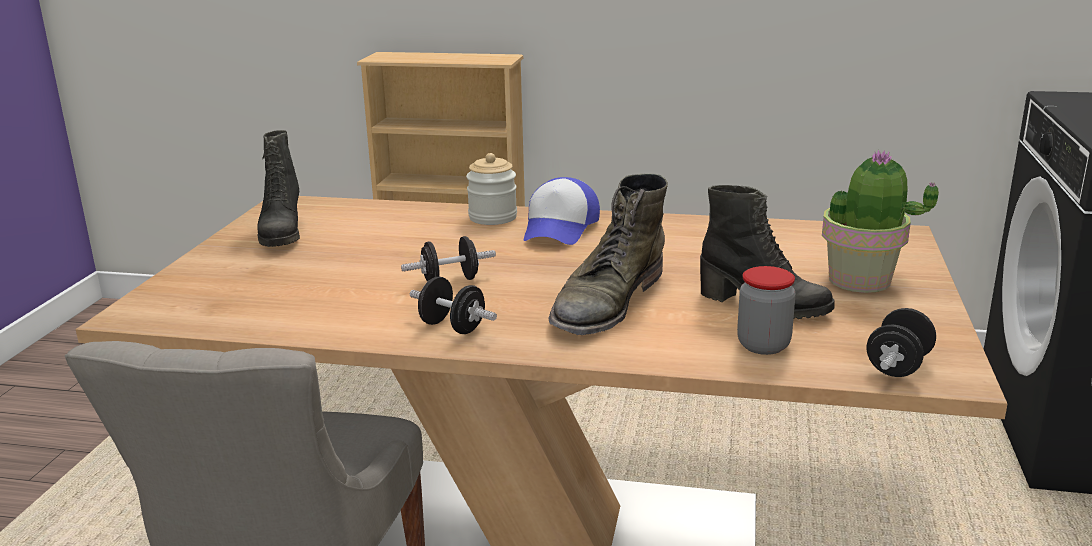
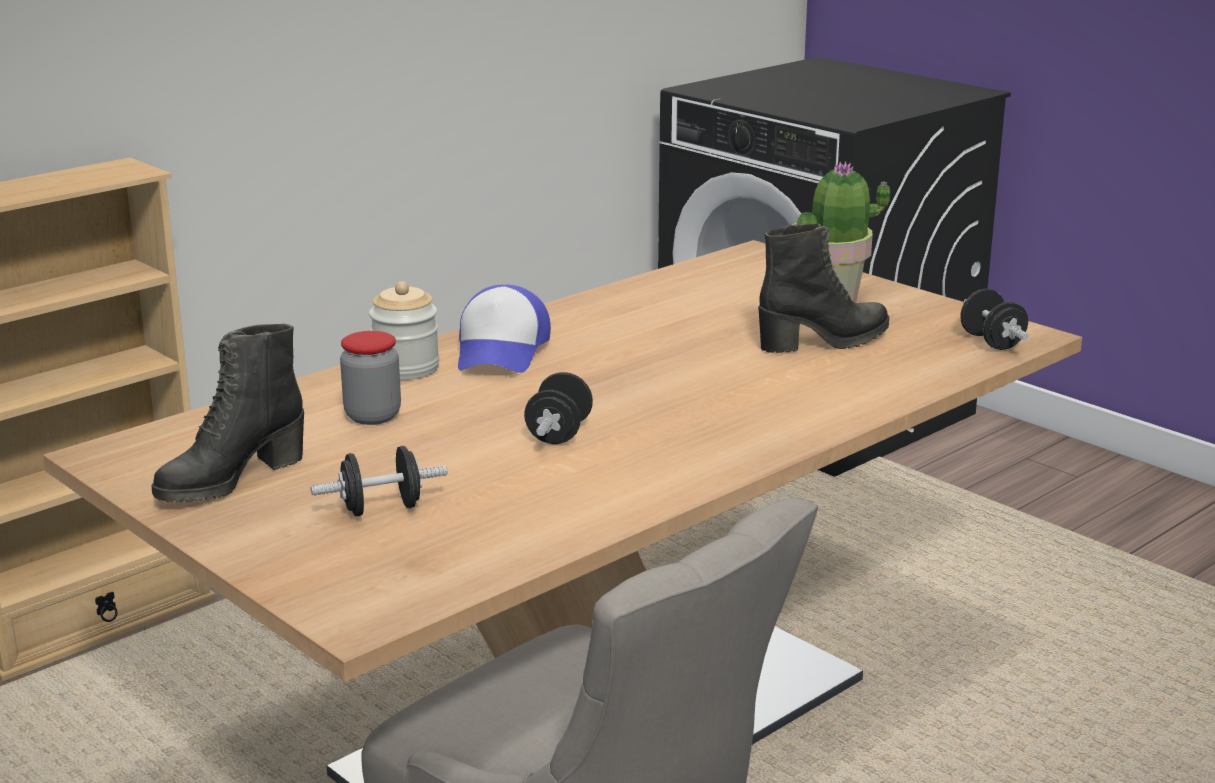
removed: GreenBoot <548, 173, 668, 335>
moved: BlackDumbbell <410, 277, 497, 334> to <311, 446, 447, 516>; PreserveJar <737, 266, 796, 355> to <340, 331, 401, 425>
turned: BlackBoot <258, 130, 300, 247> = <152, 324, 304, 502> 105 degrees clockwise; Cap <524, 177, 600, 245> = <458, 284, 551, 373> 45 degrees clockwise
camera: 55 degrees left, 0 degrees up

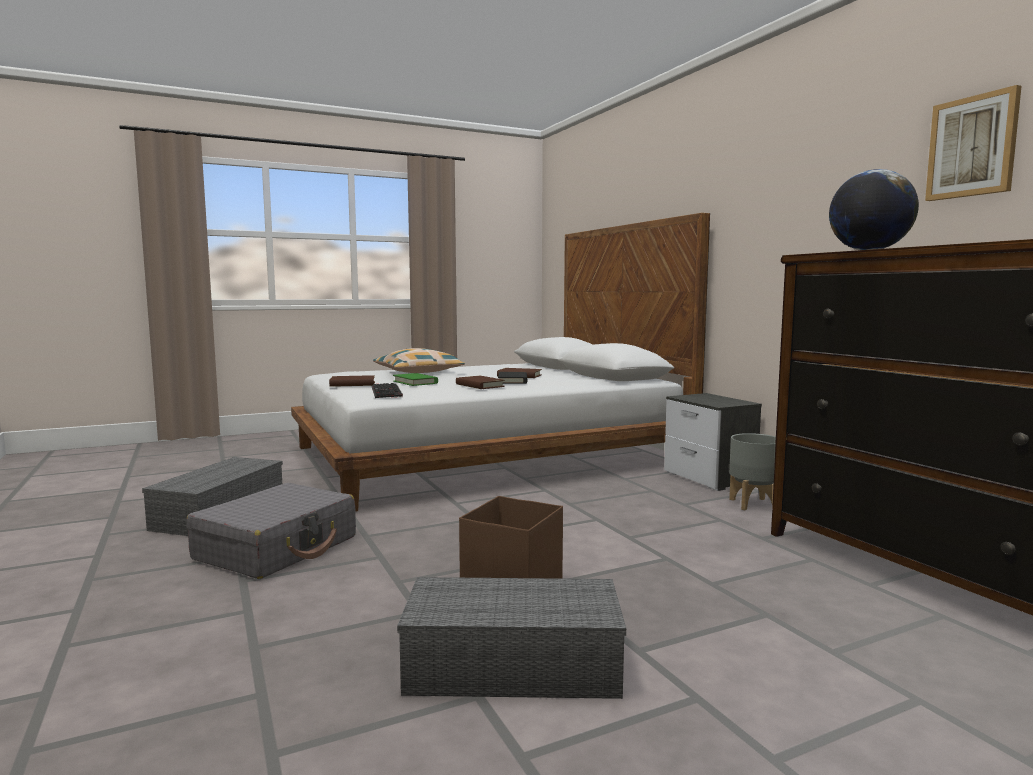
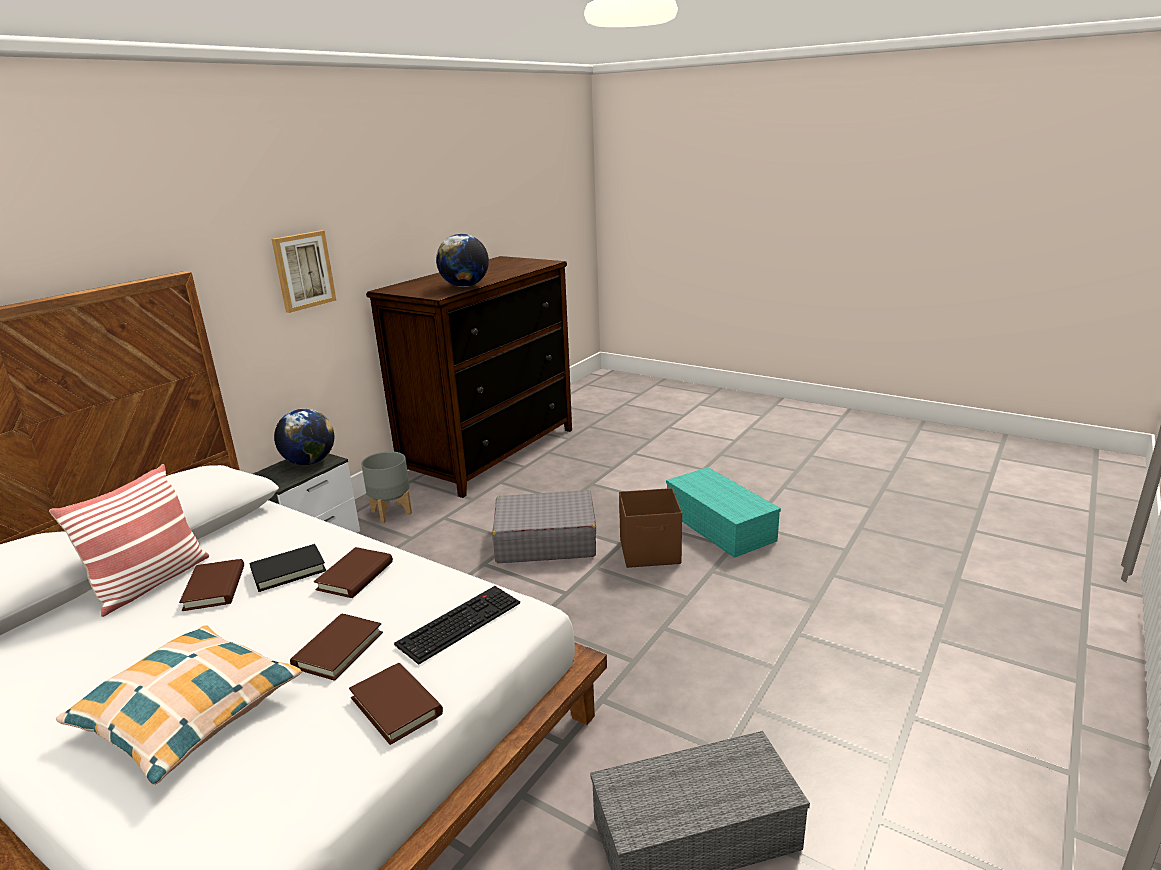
added: Cushion <49, 464, 209, 617>; Globe <274, 409, 334, 465>
moved: GreyishPieceOfLuggage <186, 483, 356, 579> to <492, 490, 596, 563>; Picture <925, 85, 1022, 201> to <272, 230, 336, 313>
recoloured: GreenBoundBook <393, 373, 438, 386> to BrownishBoundBook <290, 613, 383, 681>; GreyishStorageBin <397, 577, 626, 699> to TurquoiseColouredStorageBin <666, 467, 781, 558>
camera: 120 degrees left, 15 degrees up

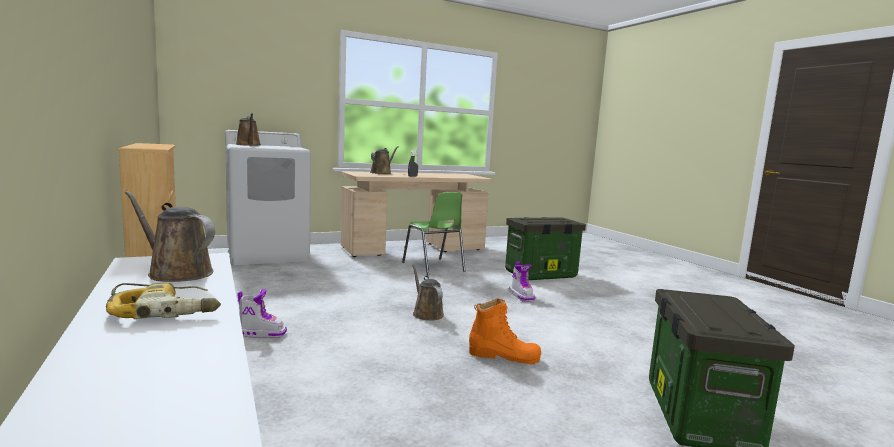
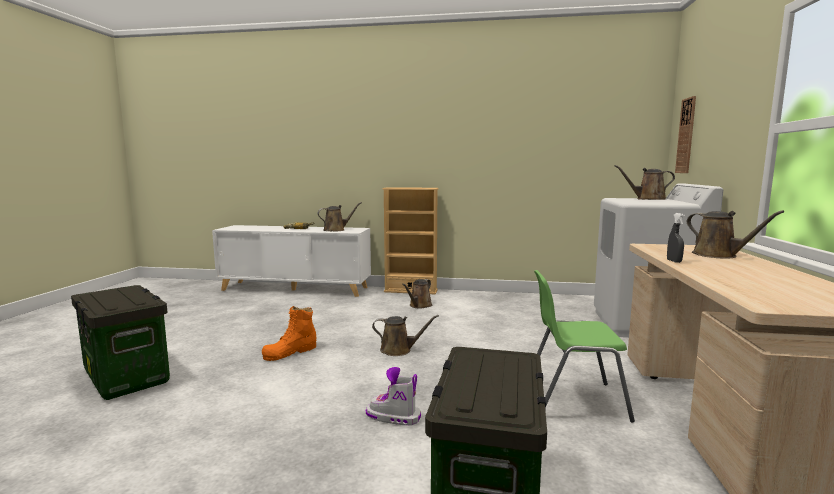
added: WallClock <675, 96, 696, 173>
replaced: Boot <238, 289, 287, 338> to BrownishWateringCan <402, 279, 432, 309>
camera: 125 degrees right, 0 degrees up

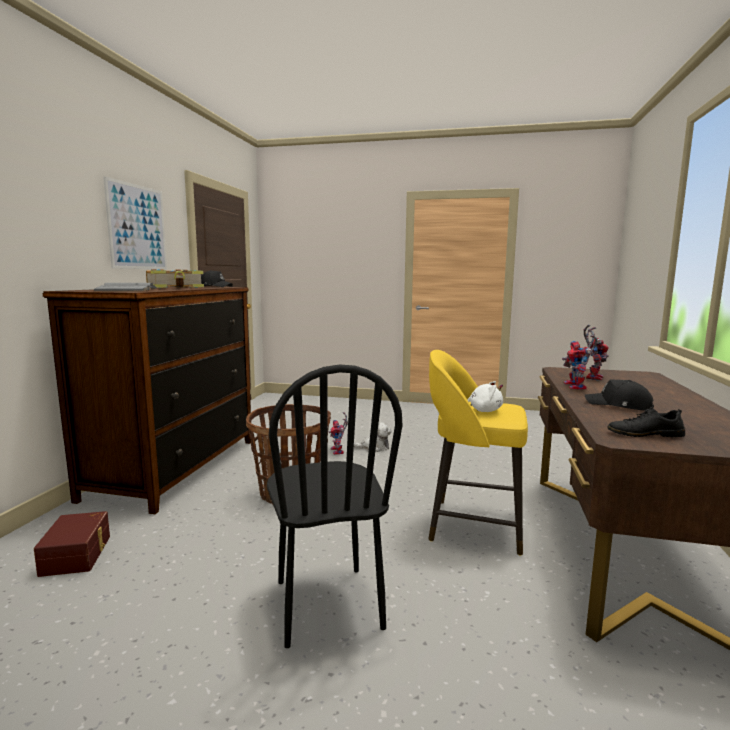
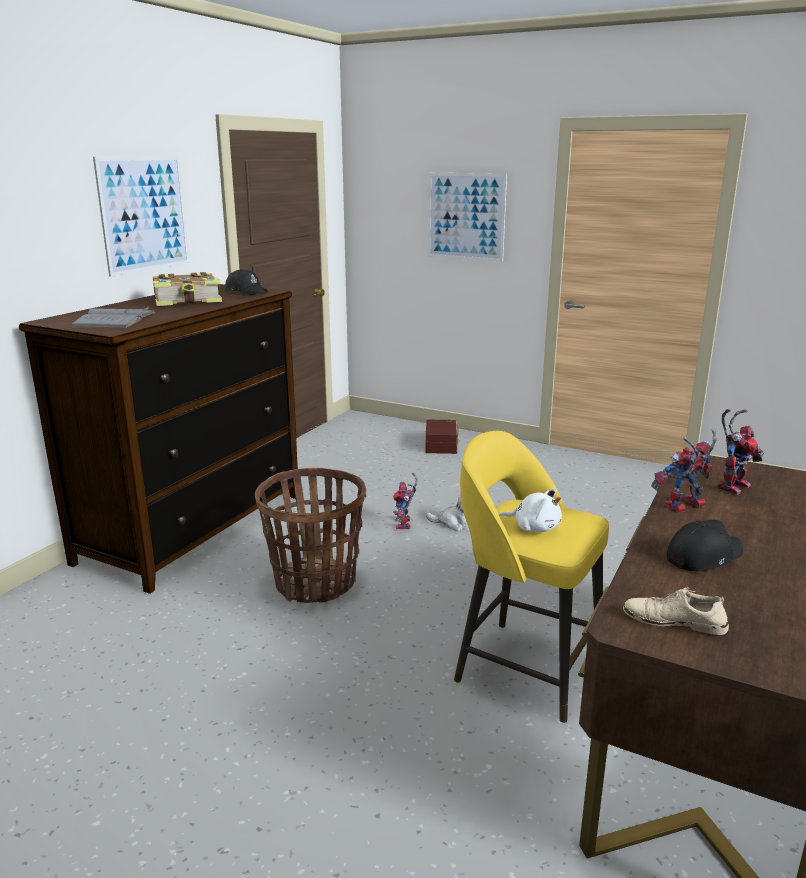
removed: BlackChair <267, 365, 403, 648>
added: Picture <428, 173, 507, 262>
moved: BrownishStorageBin <34, 511, 110, 577> to <425, 420, 460, 454>
recoloured: BlackItemOfFootwear <607, 407, 685, 437> to SandColouredItemOfFootwear <623, 587, 729, 635>
turned: ToyRobot <562, 329, 598, 390> = <651, 429, 716, 512> 45 degrees clockwise; BlackCap <585, 379, 654, 411> = <666, 520, 743, 571> 105 degrees clockwise
camera: 15 degrees right, 10 degrees up

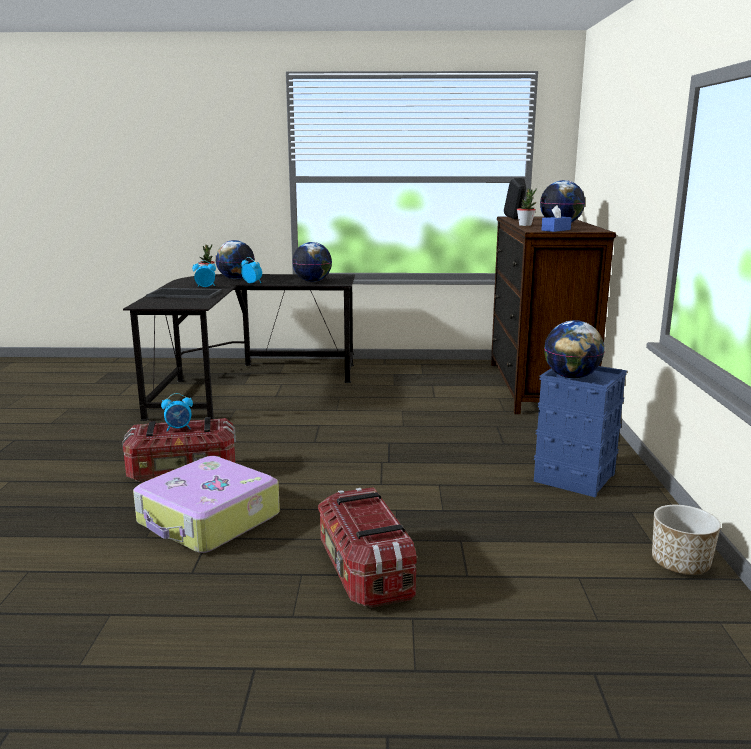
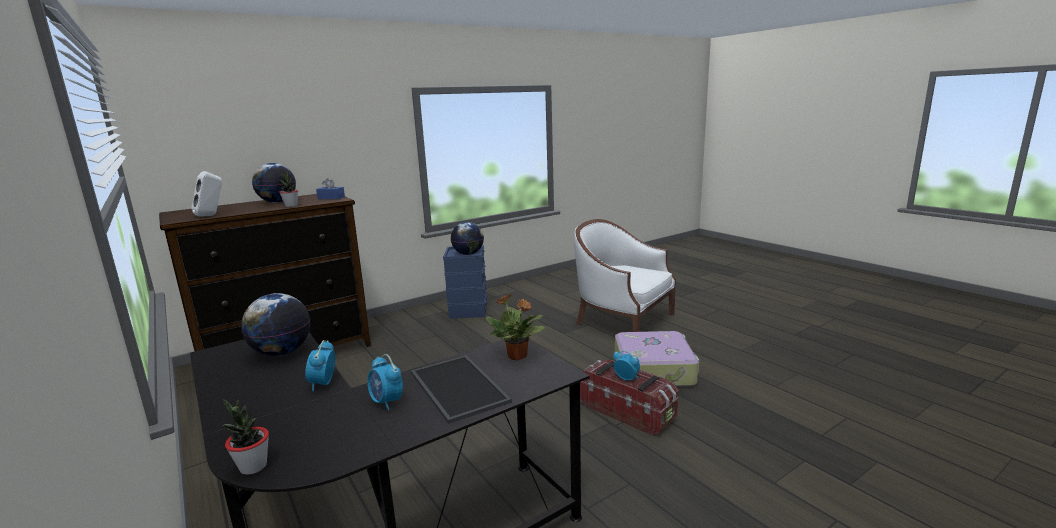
removed: Globe <215, 240, 255, 279>; PlantPot <652, 505, 721, 575>
added: Houseplant <486, 294, 545, 360>
replaced: StorageBin <318, 487, 417, 608> to WhitishArmchair <574, 219, 676, 332>
recoloured: BlackSpeaker <504, 178, 526, 219> to WhitishSpeaker <191, 171, 222, 216>
camera: 125 degrees left, 0 degrees up

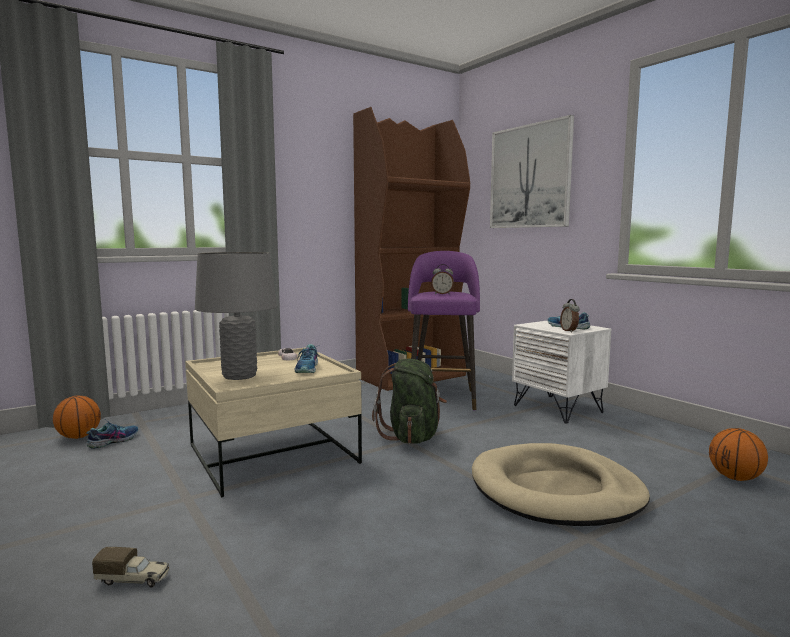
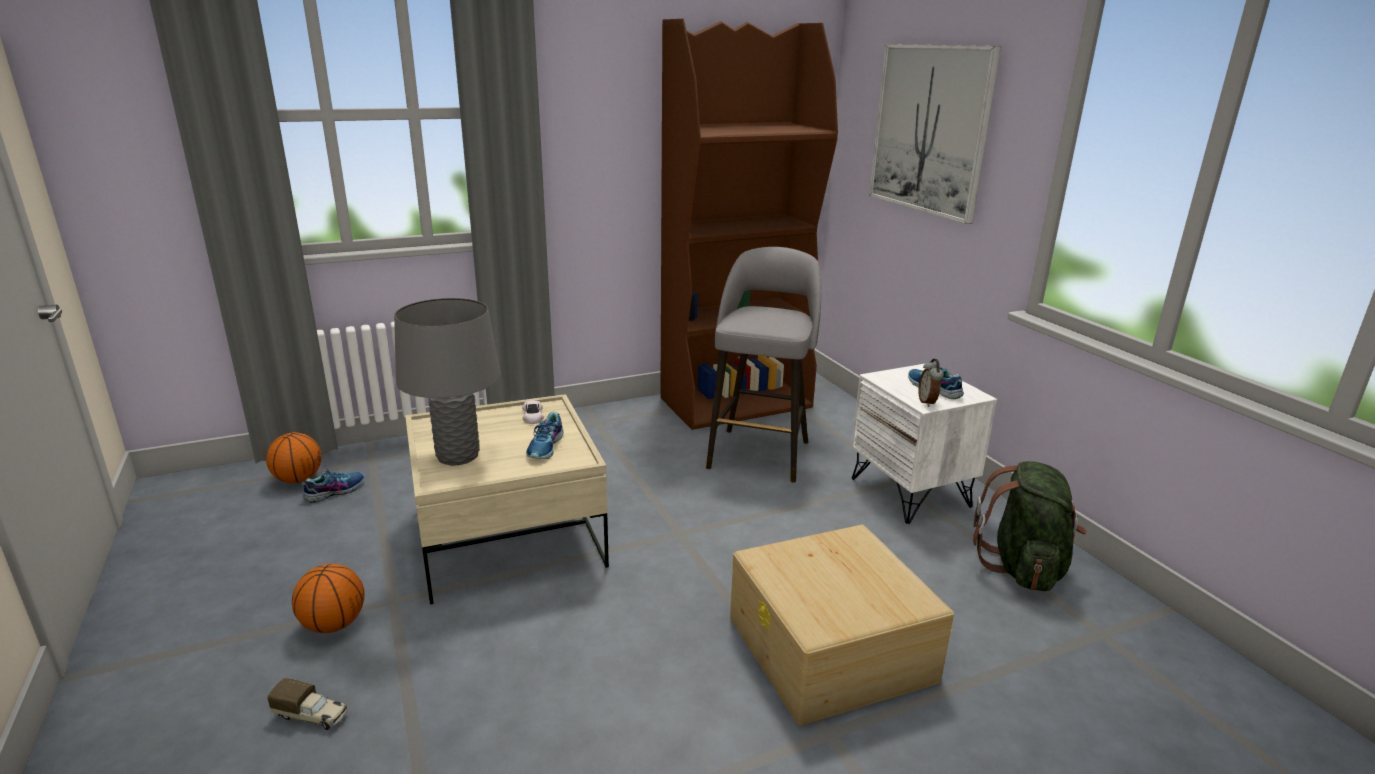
removed: TableClock <431, 264, 454, 294>
moved: GreenRucksack <372, 359, 447, 444> to <973, 461, 1087, 591>; Basketball <709, 428, 768, 481> to <292, 564, 364, 633>
replaced: SandColouredDogCushion <472, 443, 650, 526> to SandColouredStorageBin <730, 524, 954, 725>
recoloured: PurplishStool <408, 251, 480, 411> to GreyishStool <706, 247, 822, 483>
camera: 10 degrees right, 15 degrees up

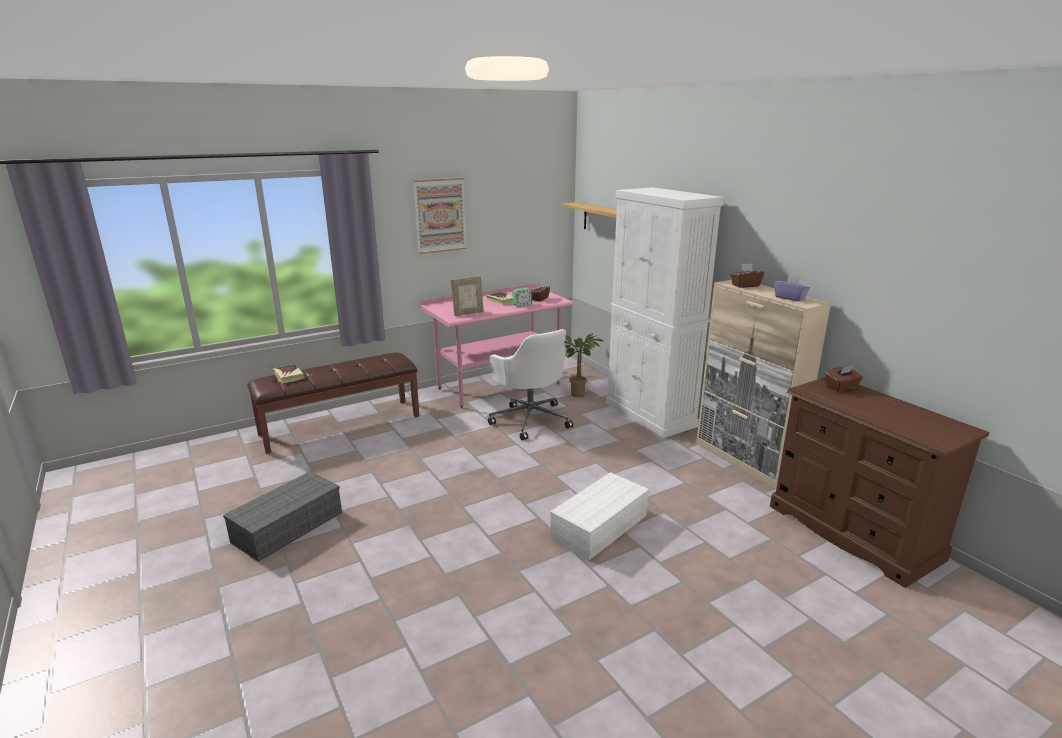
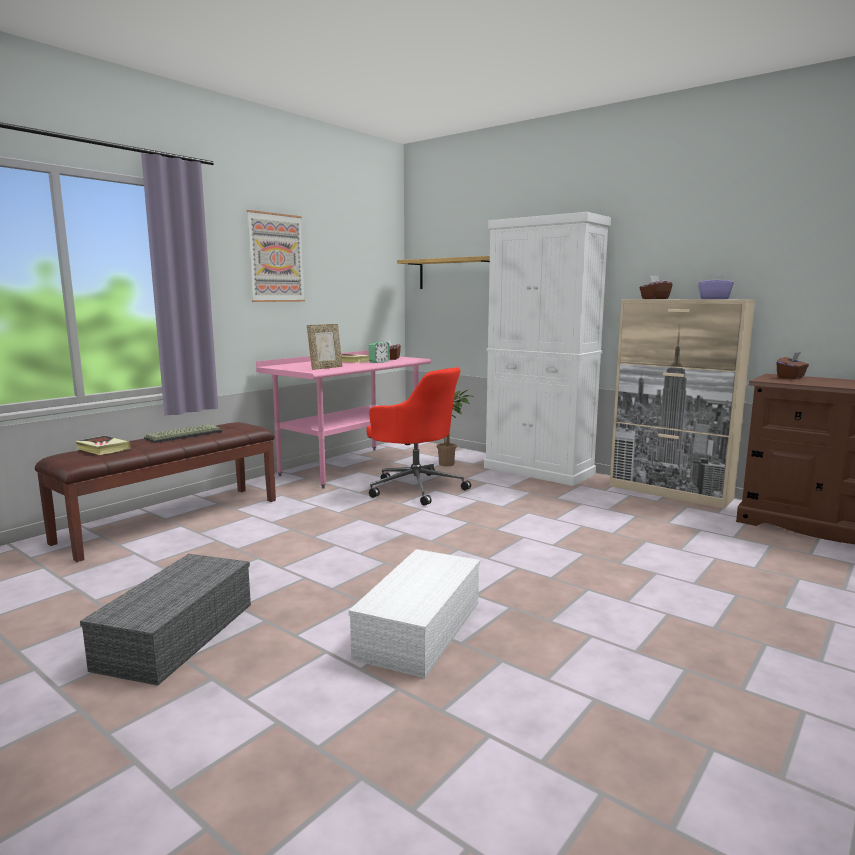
added: PcKeyboard <144, 424, 222, 443>
moved: WhitishStorageBin <550, 472, 649, 561> to <349, 549, 480, 678>
recoloured: WhitishComputerChair <488, 329, 573, 440> to RedColouredComputerChair <366, 367, 471, 506>
camera: 20 degrees left, 10 degrees down

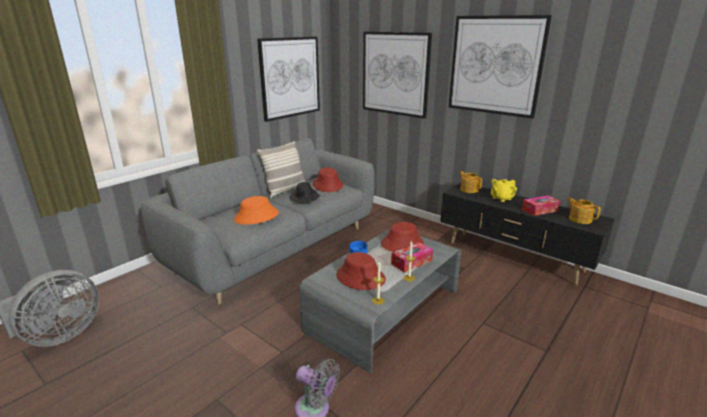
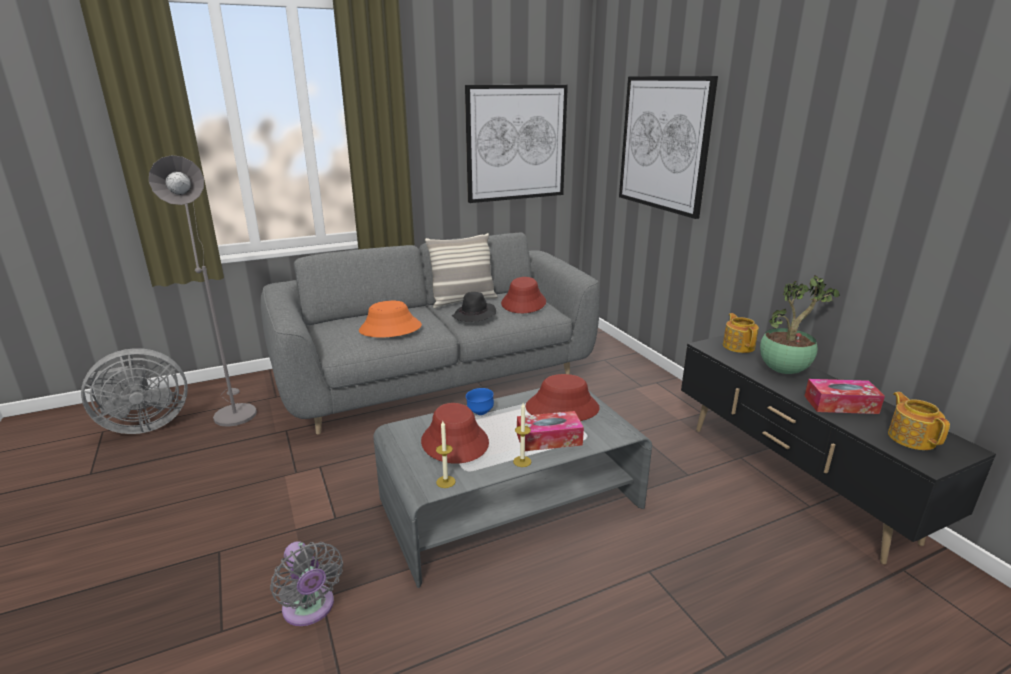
removed: Picture <449, 15, 552, 119>
added: GreyishStandingLamp <149, 155, 257, 427>
replaced: YellowTeapot <491, 179, 517, 202> to Houseplant <760, 275, 840, 374>
camera: 25 degrees right, 0 degrees up

